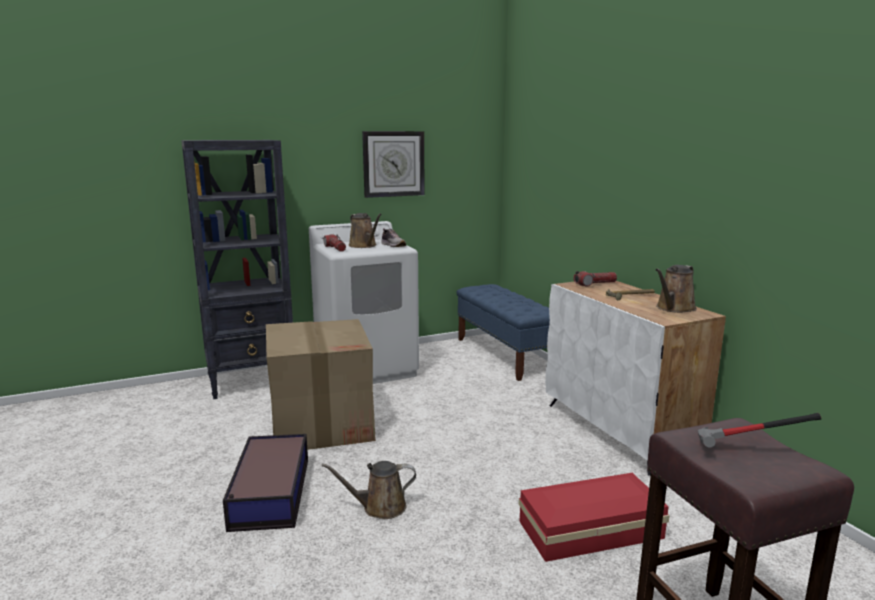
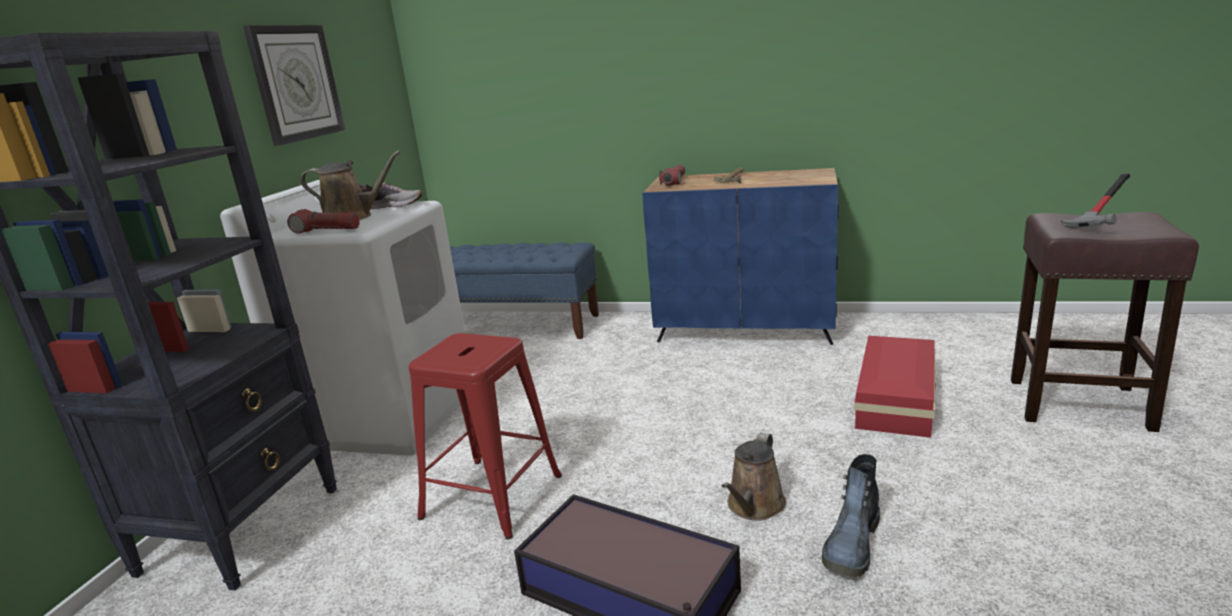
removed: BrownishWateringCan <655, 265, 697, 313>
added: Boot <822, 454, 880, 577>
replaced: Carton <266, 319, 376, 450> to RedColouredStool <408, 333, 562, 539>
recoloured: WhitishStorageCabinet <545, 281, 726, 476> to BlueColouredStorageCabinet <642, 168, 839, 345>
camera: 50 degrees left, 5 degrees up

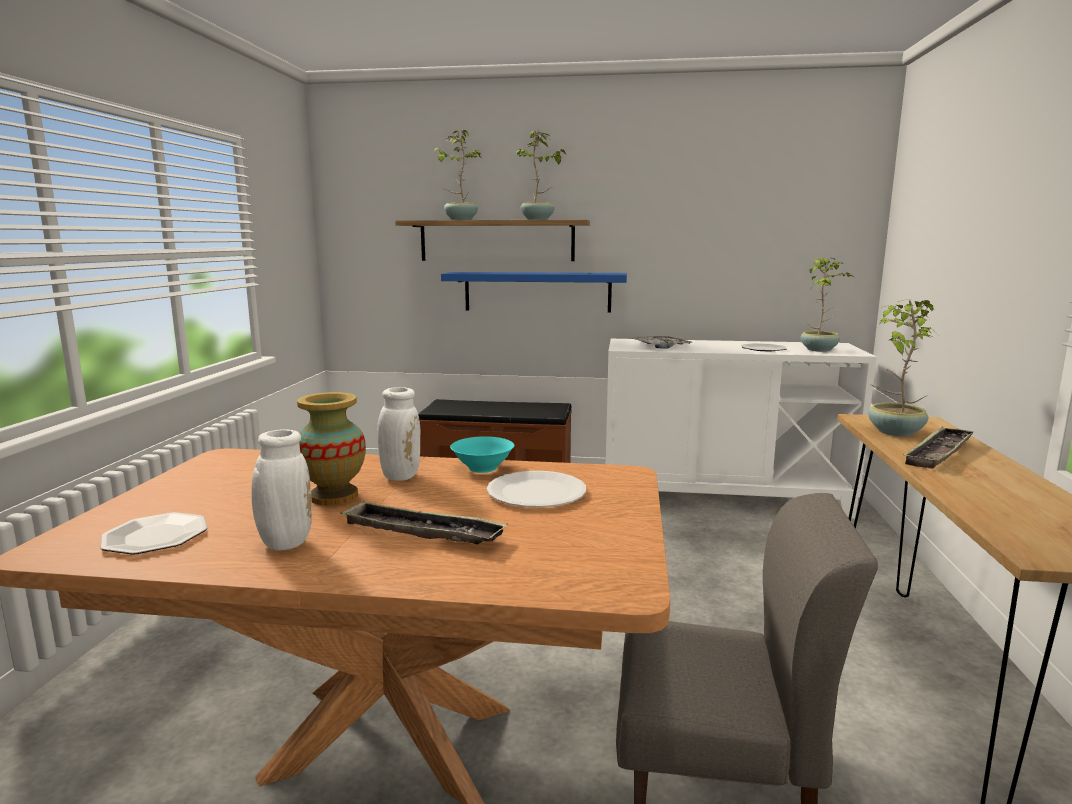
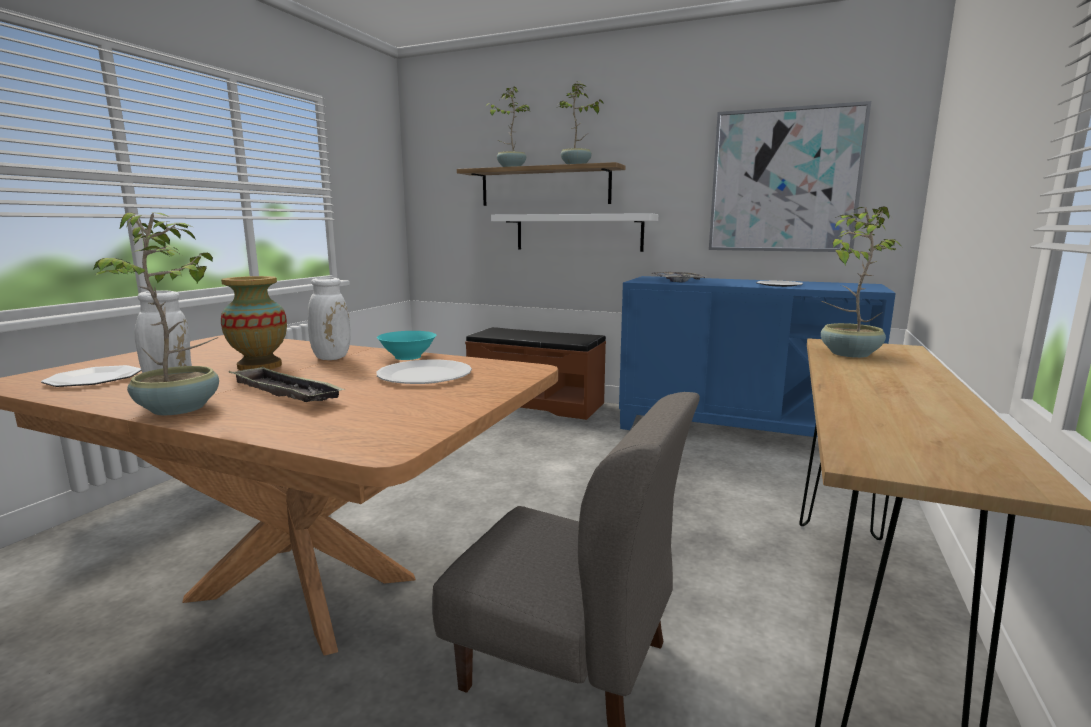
removed: CarryingTray <903, 427, 975, 469>
added: Picture <709, 101, 871, 252>
moved: Houseplant <801, 258, 854, 352> to <92, 212, 219, 415>
recoloured: BlueColouredWallShelf <441, 272, 627, 313> to WhitishWallShelf <491, 213, 658, 252>; WhitishStorageCabinet <606, 339, 877, 519> to BlueColouredStorageCabinet <619, 276, 896, 437>
camera: 15 degrees right, 0 degrees up

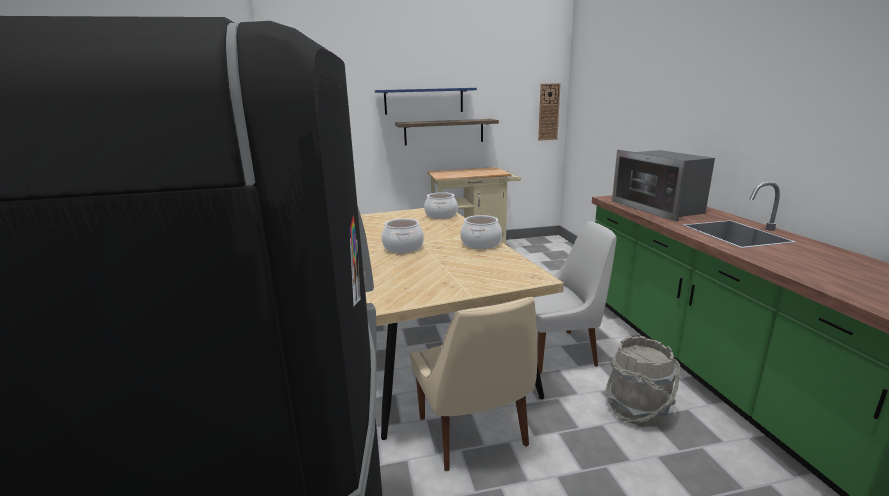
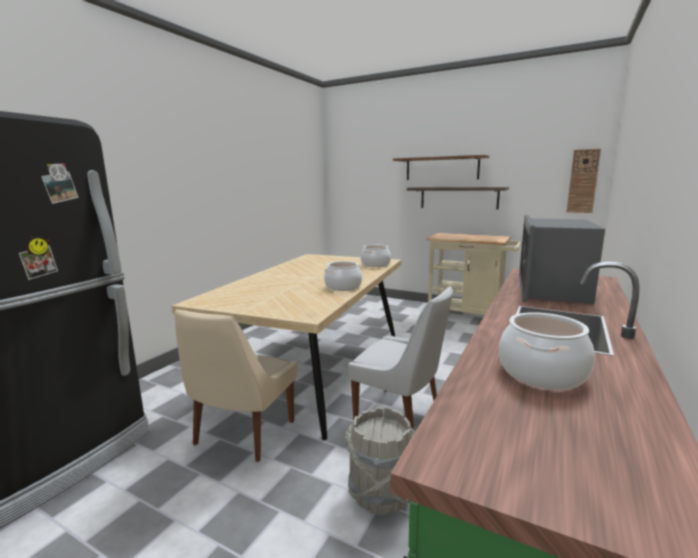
moved: Stockpot <382, 219, 424, 253> to <499, 312, 595, 390>
recoloured: BlueColouredWallShelf <375, 88, 477, 115> to BrownishWallShelf <393, 155, 489, 180>
camera: 40 degrees right, 5 degrees down

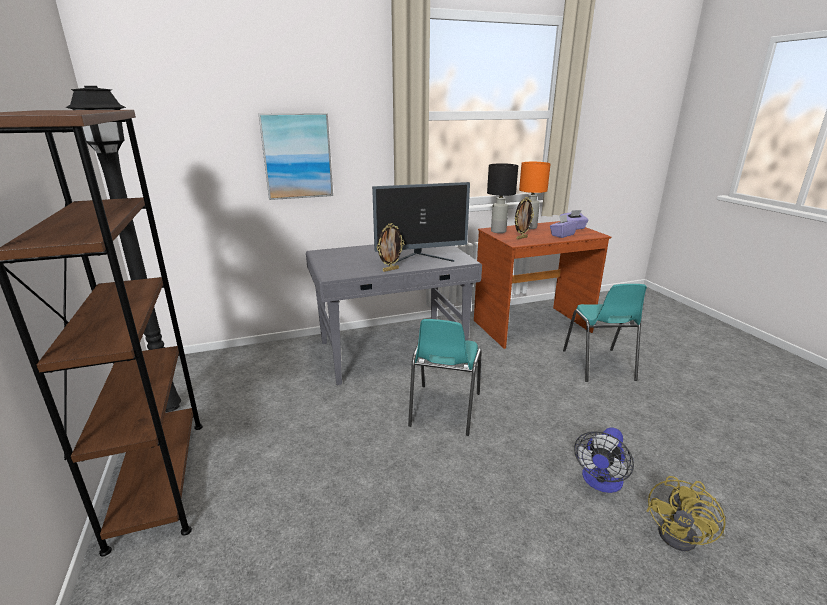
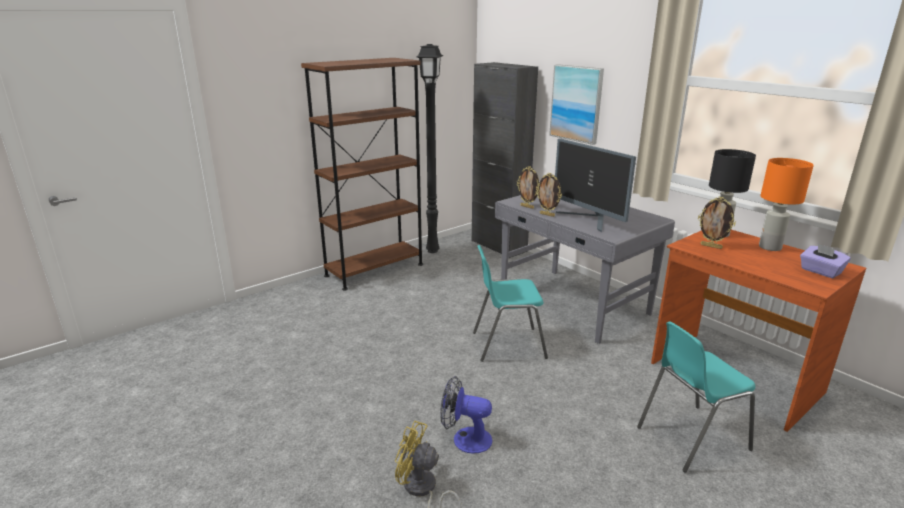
removed: PurplishTissueHolder <550, 214, 578, 238>
added: BlackStorageCabinet <472, 62, 538, 258>; StandingFrame <517, 166, 539, 209>
camera: 70 degrees right, 0 degrees up

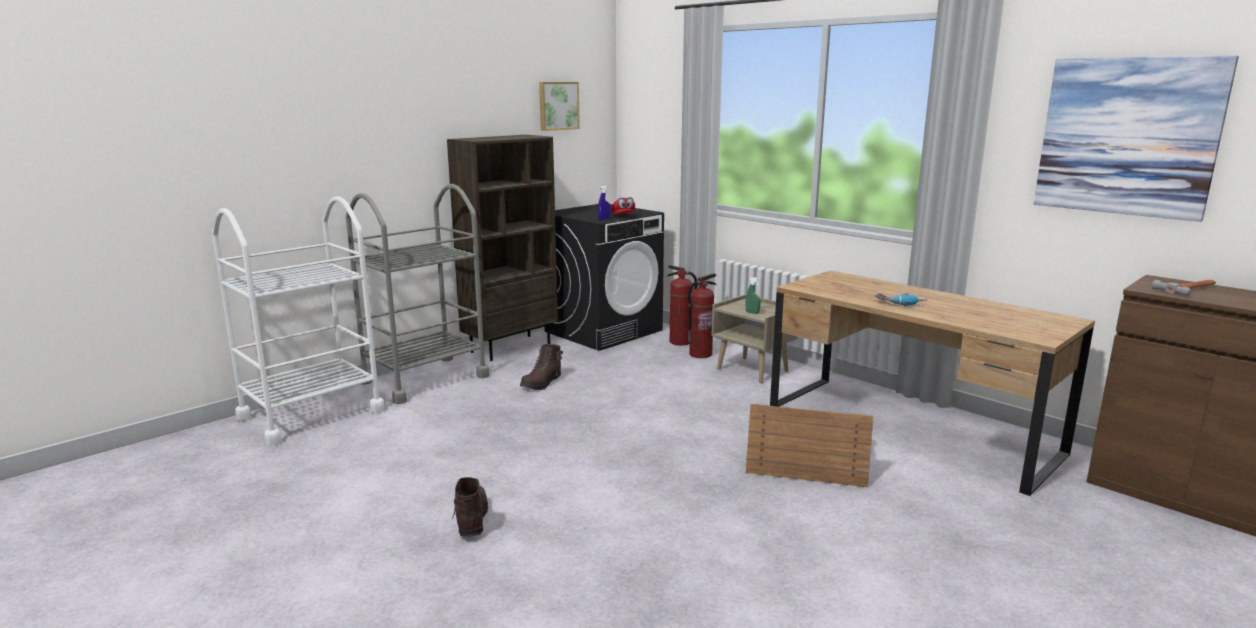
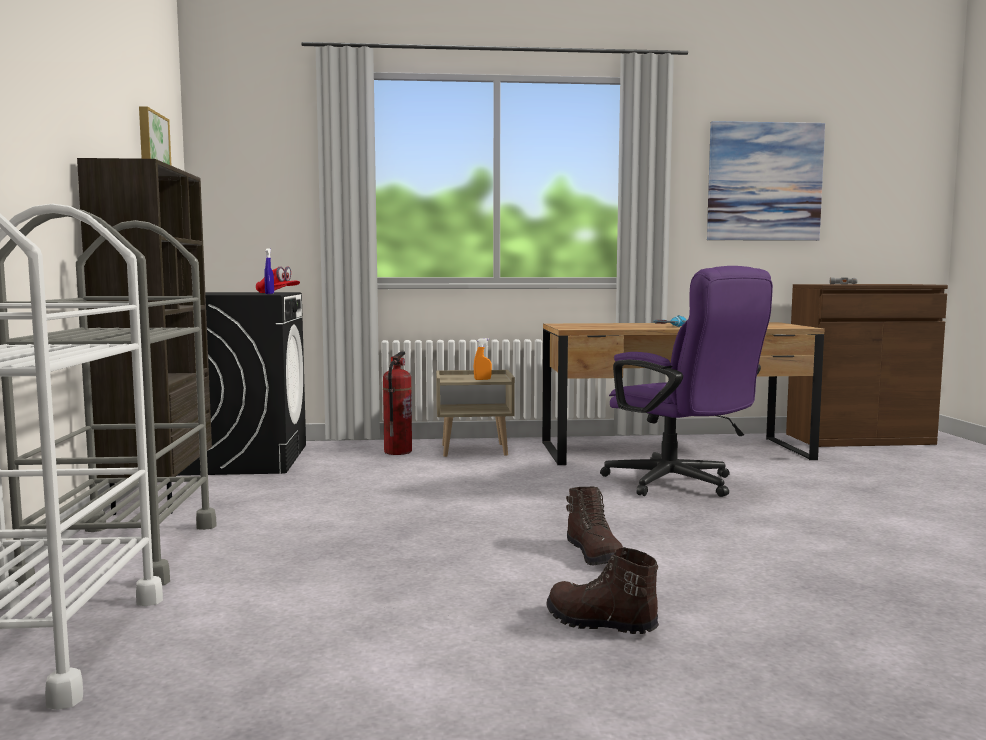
removed: FireFightingCylinder <667, 265, 698, 345>
moved: BrownishBoot <520, 344, 563, 390> to <566, 487, 623, 565>
replaced: Crate <746, 404, 873, 487> to PurplishComputerChair <600, 266, 773, 497>
recoloured: GreenSprayer <745, 277, 761, 314> to OrangeColouredSprayer <474, 338, 492, 380>
camera: 50 degrees left, 10 degrees down

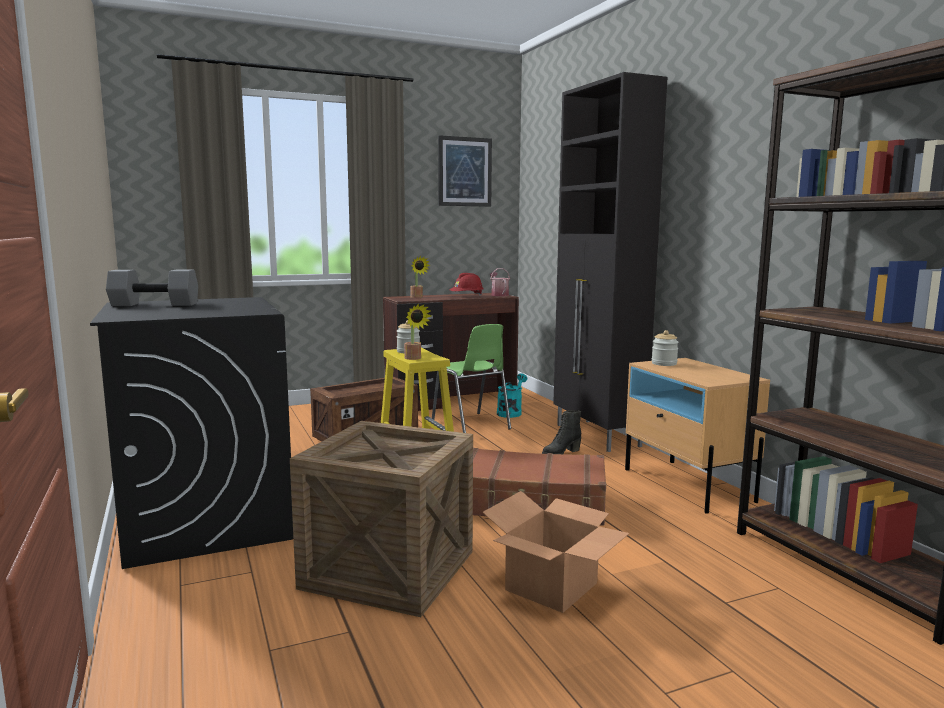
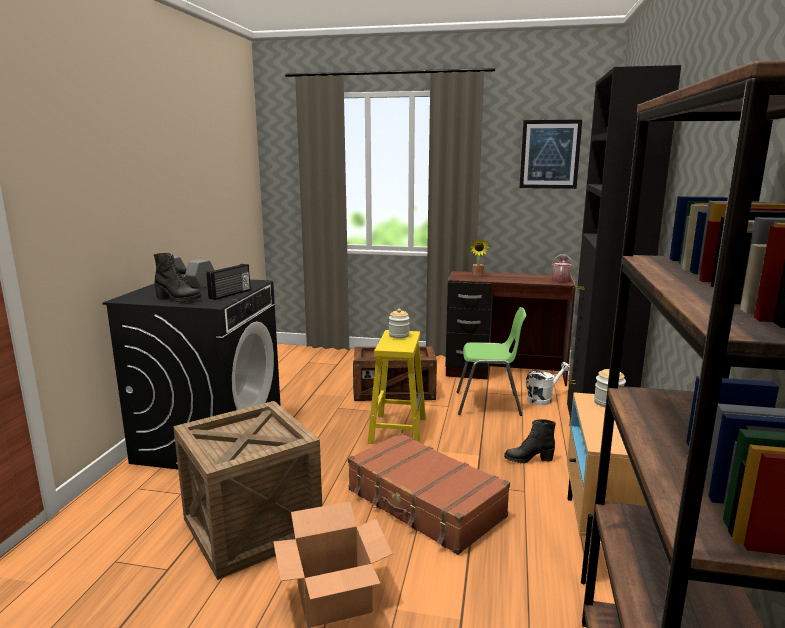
removed: Houseplant <404, 304, 431, 360>; RedColouredHardHat <450, 273, 484, 296>
added: BlackBoot <154, 253, 202, 302>; RadioSet <206, 264, 251, 300>
recoloured: TurquoiseColouredWateringCan <497, 373, 527, 418> to WhitishWateringCan <526, 362, 570, 405>
turned: GreenChair <432, 324, 511, 433> = <457, 307, 526, 416> 90 degrees counterclockwise
camera: 35 degrees right, 5 degrees up

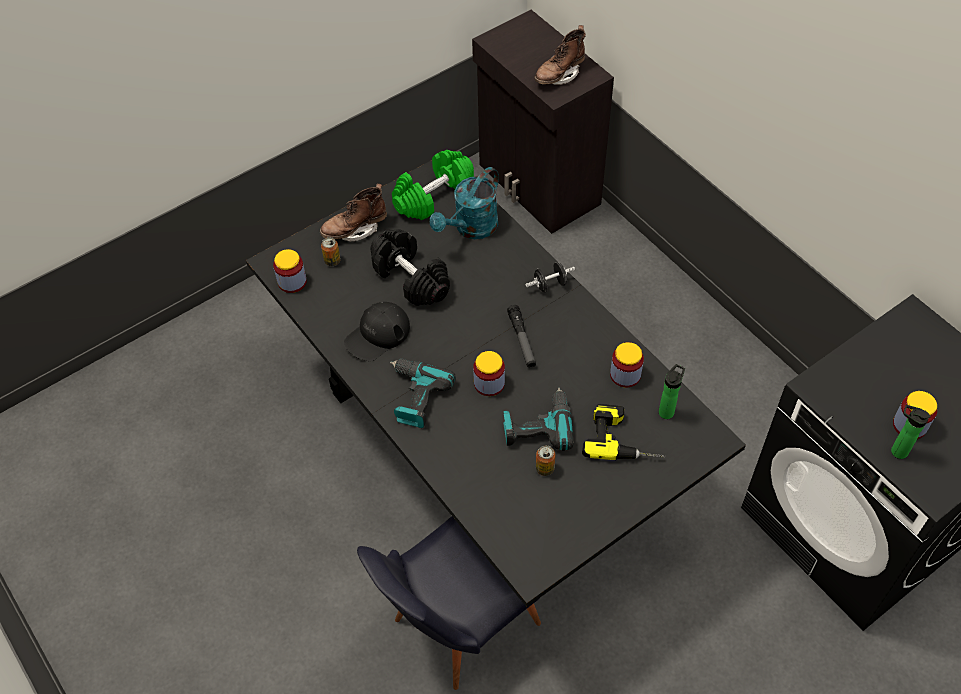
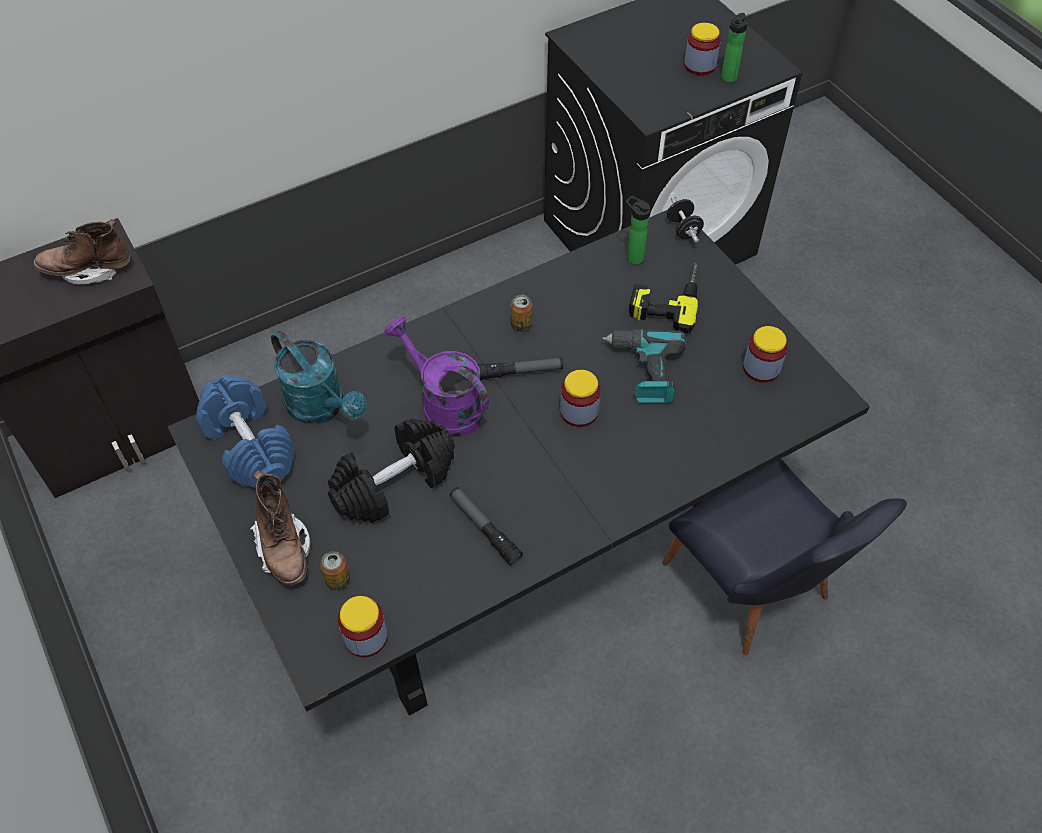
removed: PowerDrill <390, 358, 456, 428>
added: PurplishWateringCan <385, 316, 489, 437>
moved: BlackDumbbell <525, 262, 575, 293> to <667, 197, 704, 243>; SealedCan <536, 445, 555, 476> to <511, 295, 532, 332>; PreserveJar <610, 342, 644, 387> to <743, 326, 788, 383>
replaced: BlackCap <344, 302, 410, 361> to HandTorch <450, 487, 523, 565>
recoloured: GreenDumbbell <392, 150, 474, 220> to BlueColouredDumbbell <196, 375, 295, 488>
turned: BrownishBoot <534, 25, 586, 85> = <34, 219, 131, 284> 120 degrees clockwise
camera: 85 degrees left, 0 degrees up

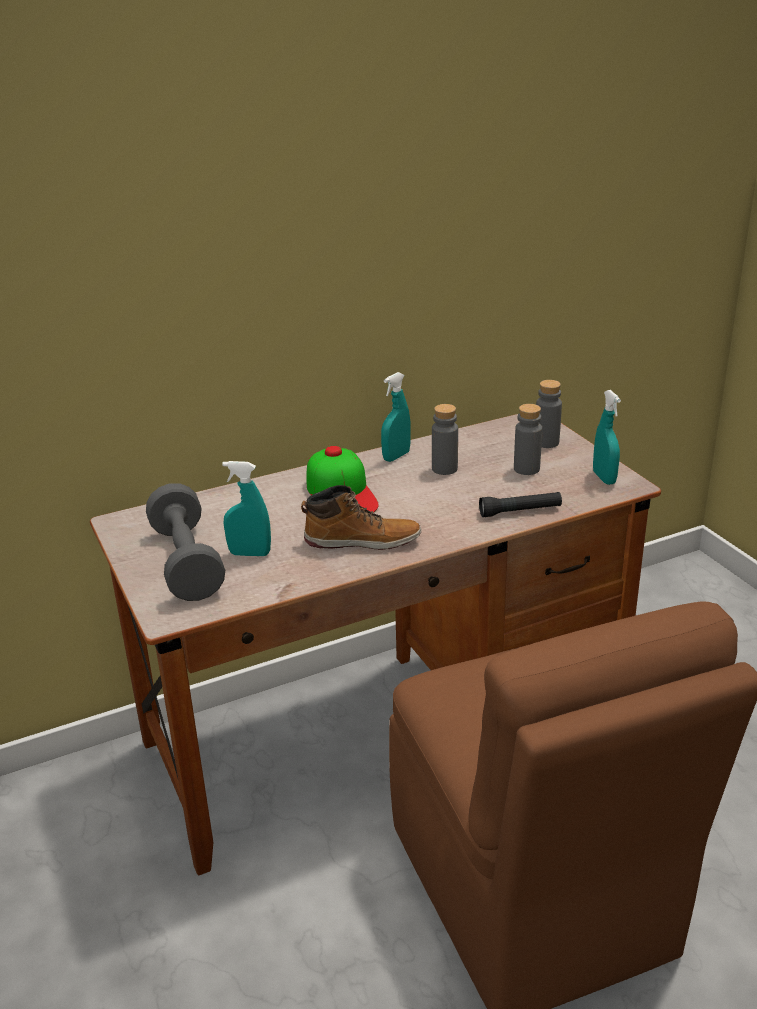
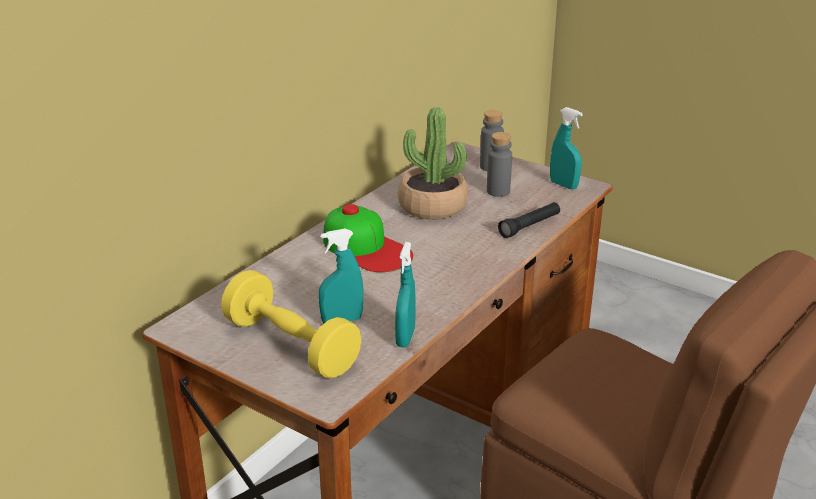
removed: Boot <301, 485, 422, 550>
moved: TurquoiseColouredSprayer <381, 372, 411, 462> to <395, 242, 415, 347>
replaced: GreyishBeverageBottle <432, 404, 458, 475> to Houseplant <398, 107, 468, 219>
recoloured: GreyishDumbbell <146, 483, 225, 601> to YellowDumbbell <221, 270, 361, 379>
camera: 30 degrees left, 0 degrees up

